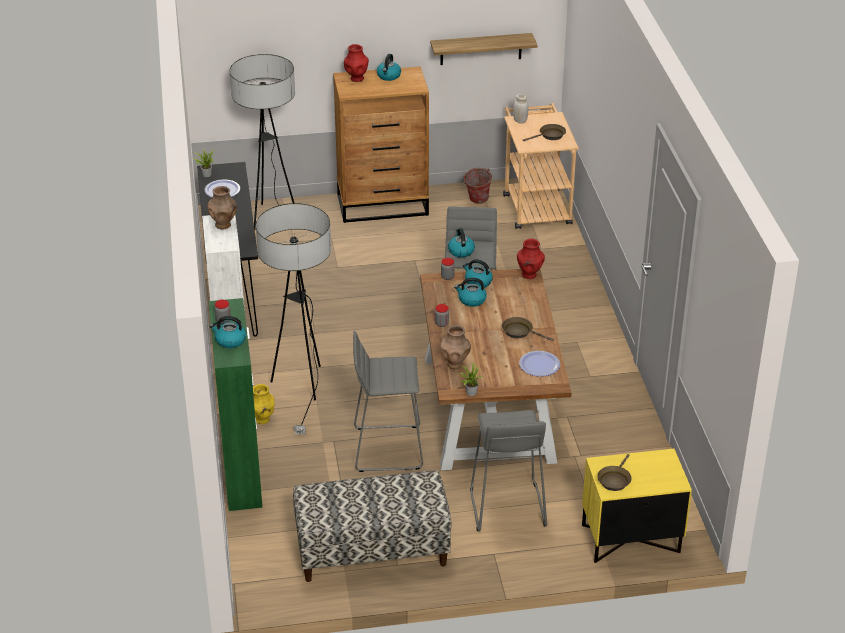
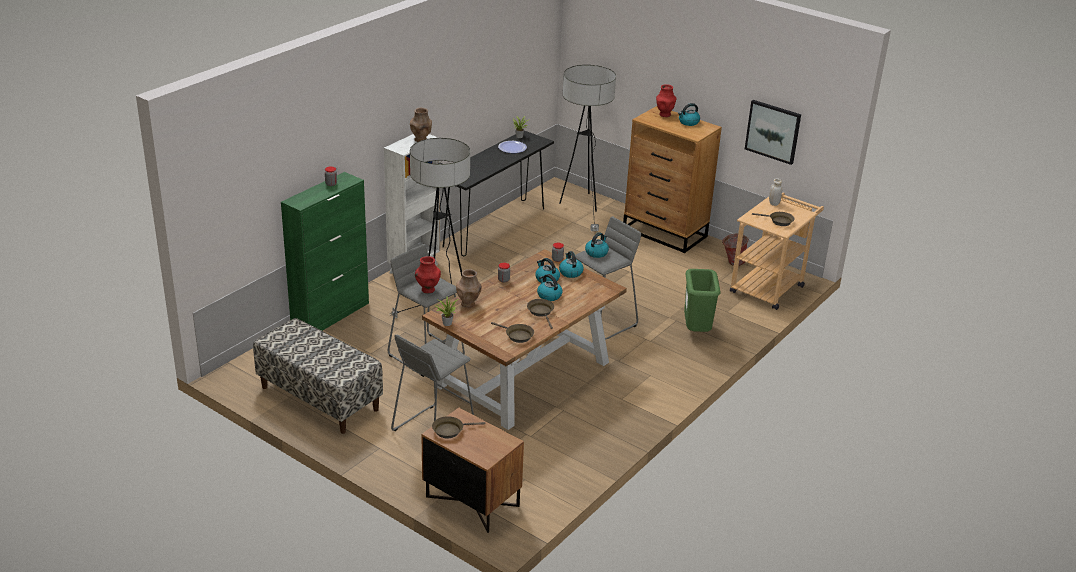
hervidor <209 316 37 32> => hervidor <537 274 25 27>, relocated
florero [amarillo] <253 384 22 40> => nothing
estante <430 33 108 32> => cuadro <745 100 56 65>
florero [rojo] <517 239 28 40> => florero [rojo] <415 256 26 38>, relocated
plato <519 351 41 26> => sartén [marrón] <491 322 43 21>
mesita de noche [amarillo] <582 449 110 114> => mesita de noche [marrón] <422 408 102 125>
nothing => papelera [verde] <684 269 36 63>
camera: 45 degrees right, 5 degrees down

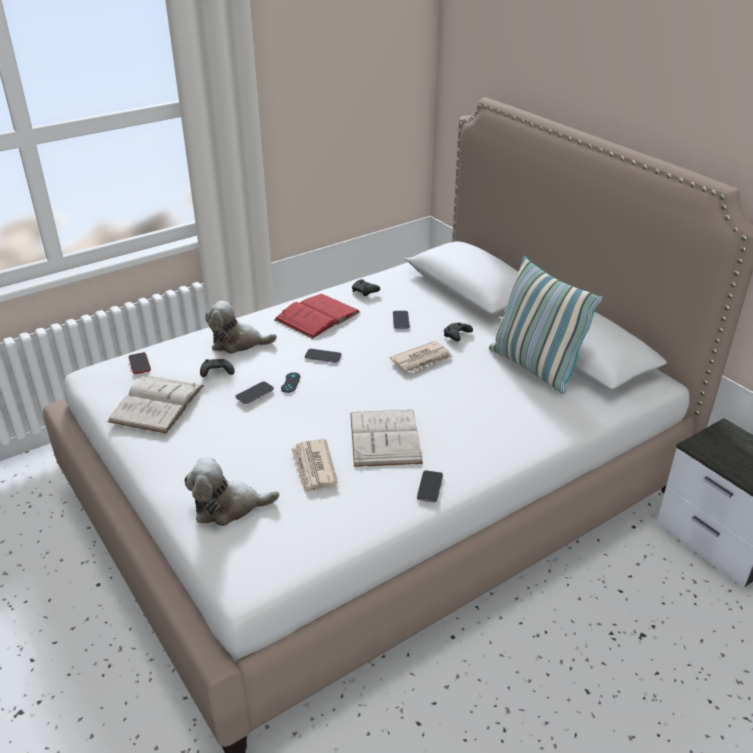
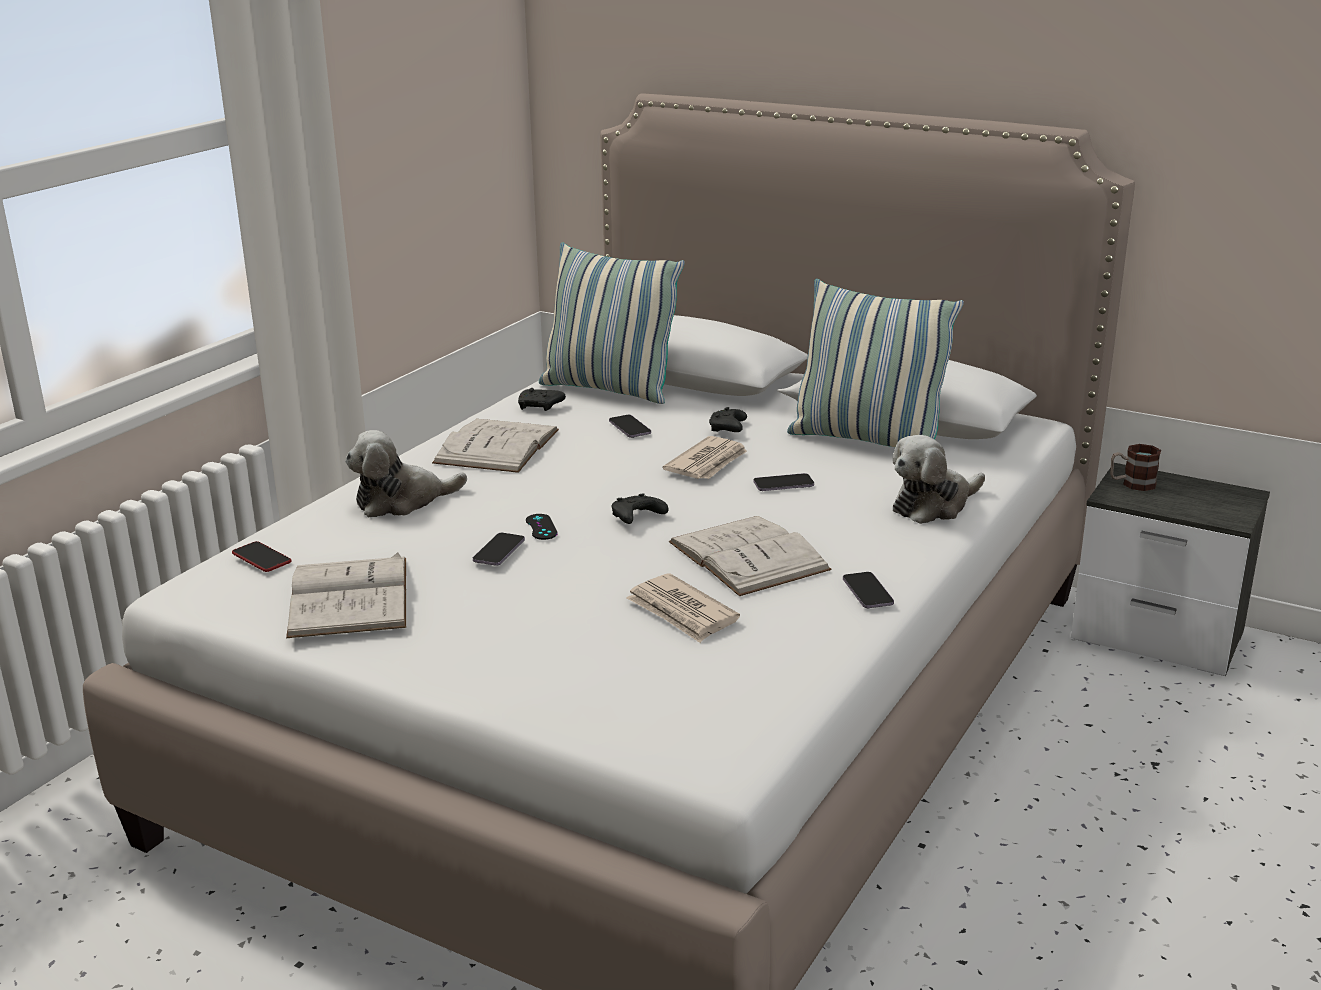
peluche <184 457 95 69> => peluche <892 435 93 89>, relocated
mando de consola [negro] <200 359 35 18> => mando de consola [negro] <612 493 57 31>, relocated
libro [rojo] <274 294 86 45> => libro [blanco] <432 419 127 54>
móvil <305 349 37 14> => móvil <753 473 61 18>, relocated
nothing => cojín <539 242 146 162>
nothing => taza grande <1110 444 51 47>
camera: 25 degrees left, 10 degrees down

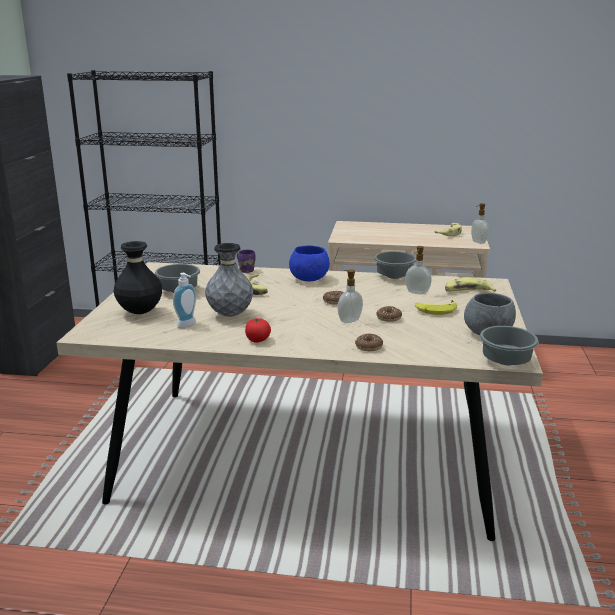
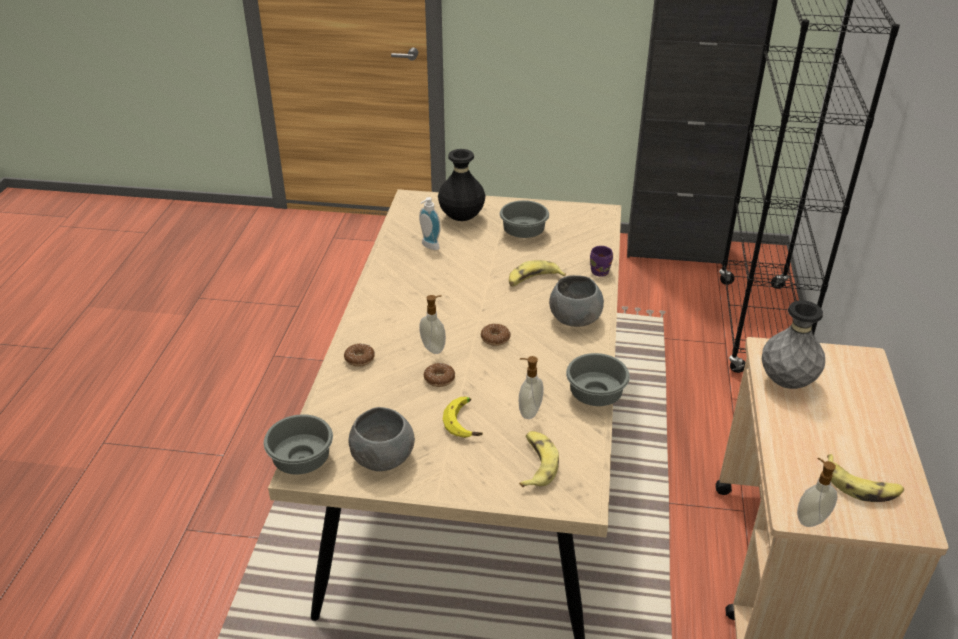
florero [gris] <205 243 48 74> => florero [gris] <762 300 63 89>, relocated
tomate <245 318 26 25> => nothing
cuenco [azul] <289 245 41 36> => cuenco [gris] <549 275 55 52>
camera: 90 degrees right, 15 degrees up

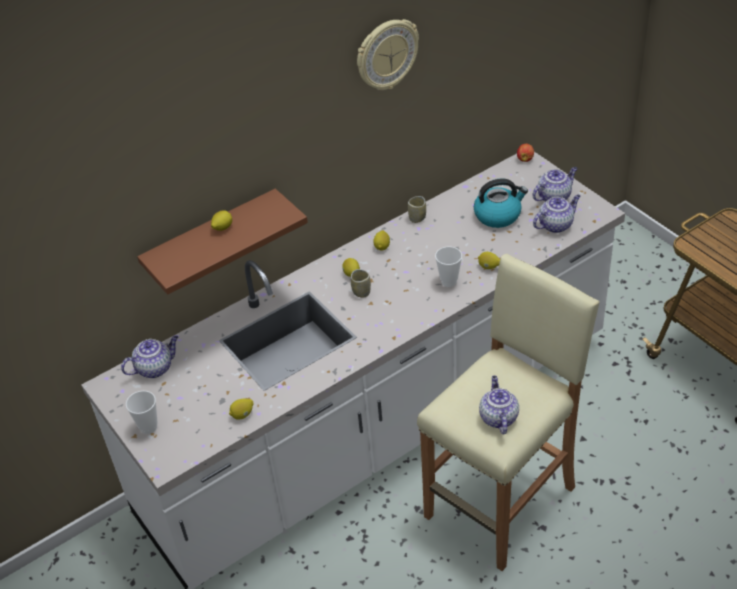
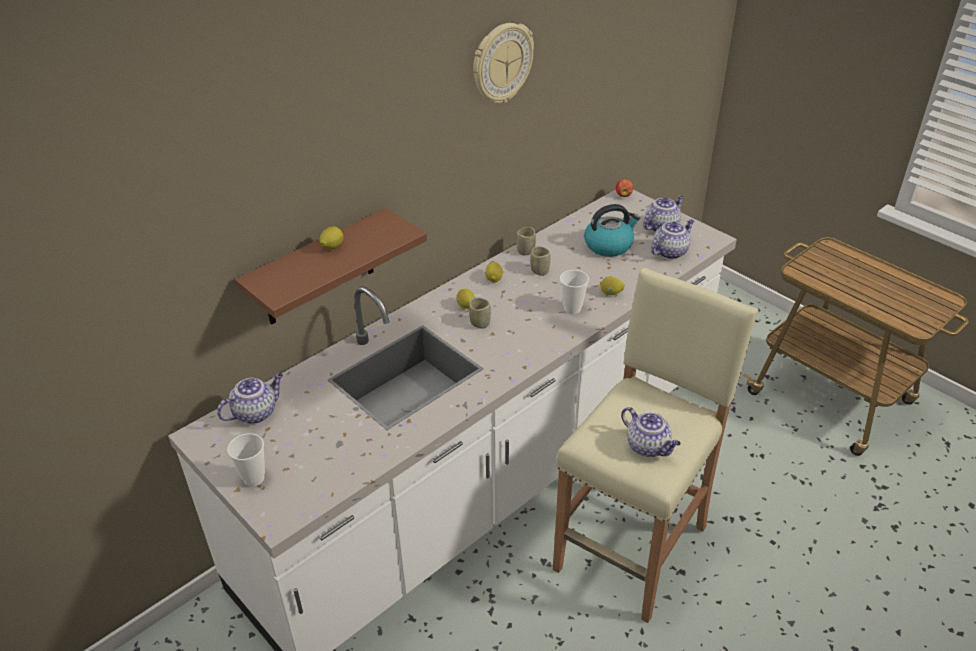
limón <229 399 25 21> => nothing
tetera <479 376 40 58> => tetera <621 407 60 50>, 150 degrees clockwise
nothing => taza <530 246 21 30>
camera: 10 degrees left, 5 degrees down

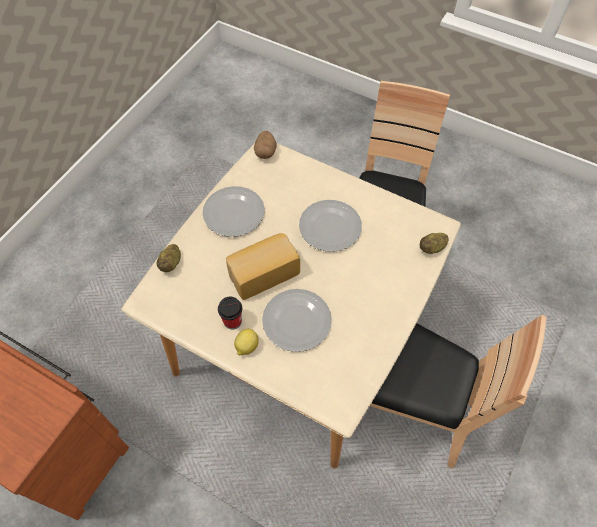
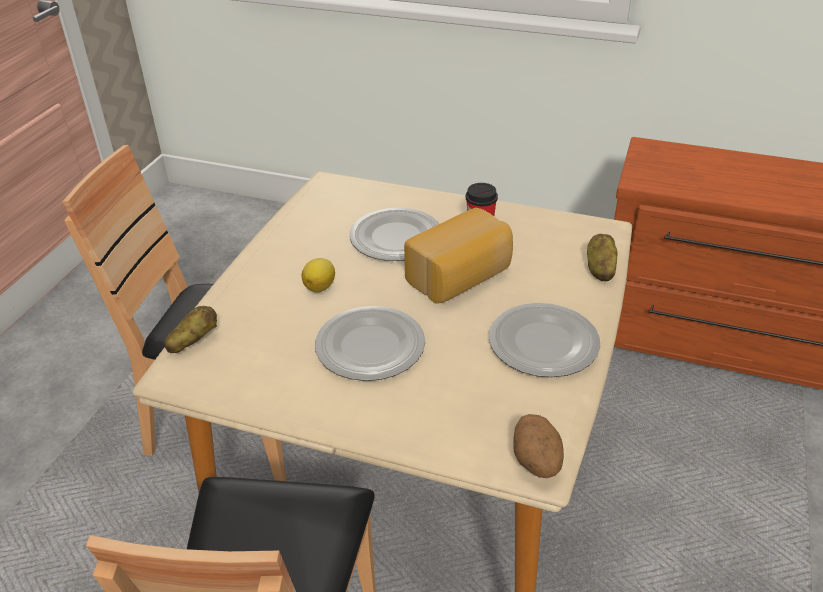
limón <234 329 25 26> => limón <301 258 34 34>, relocated
camera: 170 degrees right, 20 degrees down

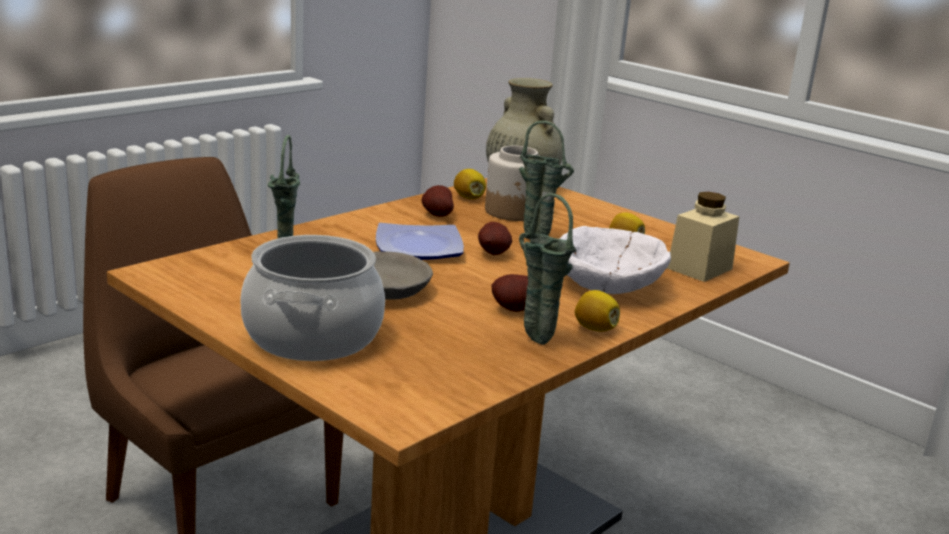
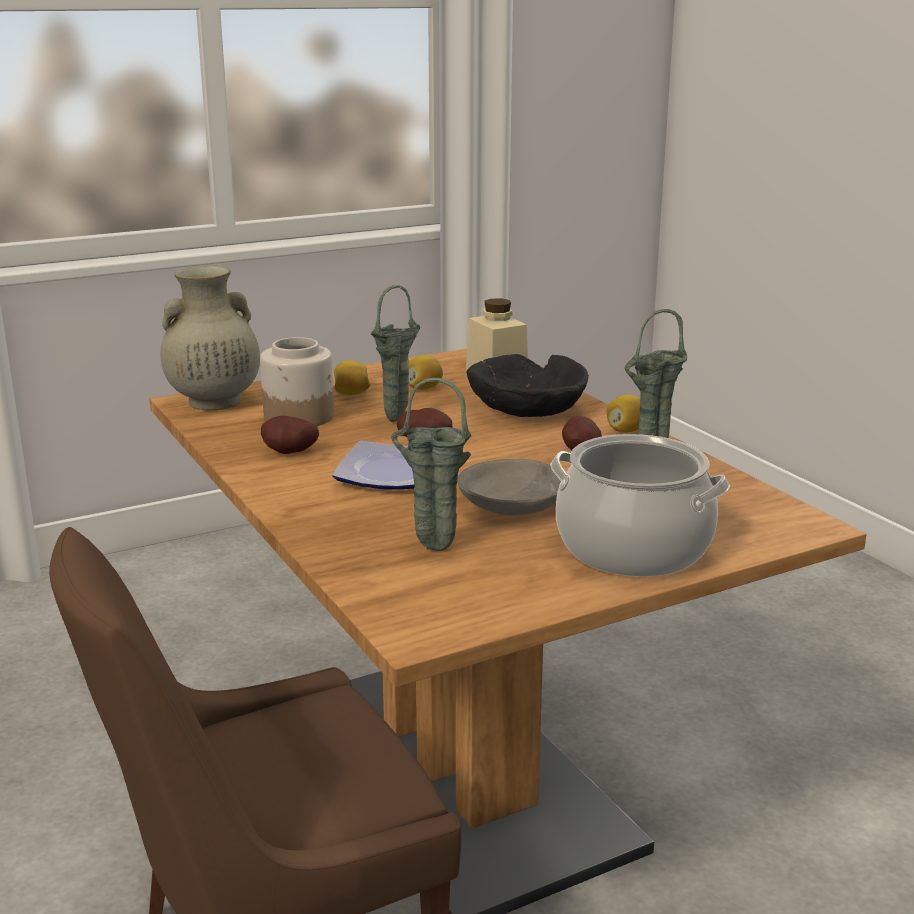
limón <454 169 32 30> => limón <334 360 37 35>, relocated
cuenco [blanco] <559 226 112 68> => cuenco [negro] <467 354 122 63>
camera: 70 degrees left, 0 degrees up

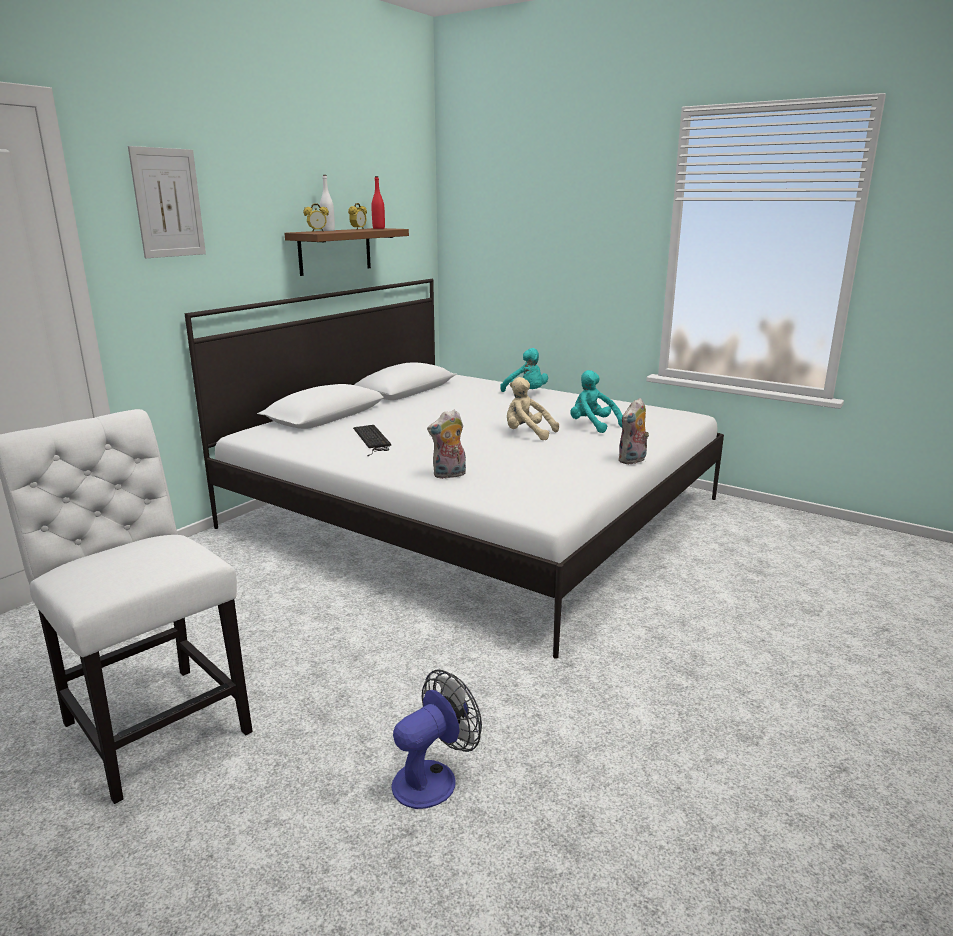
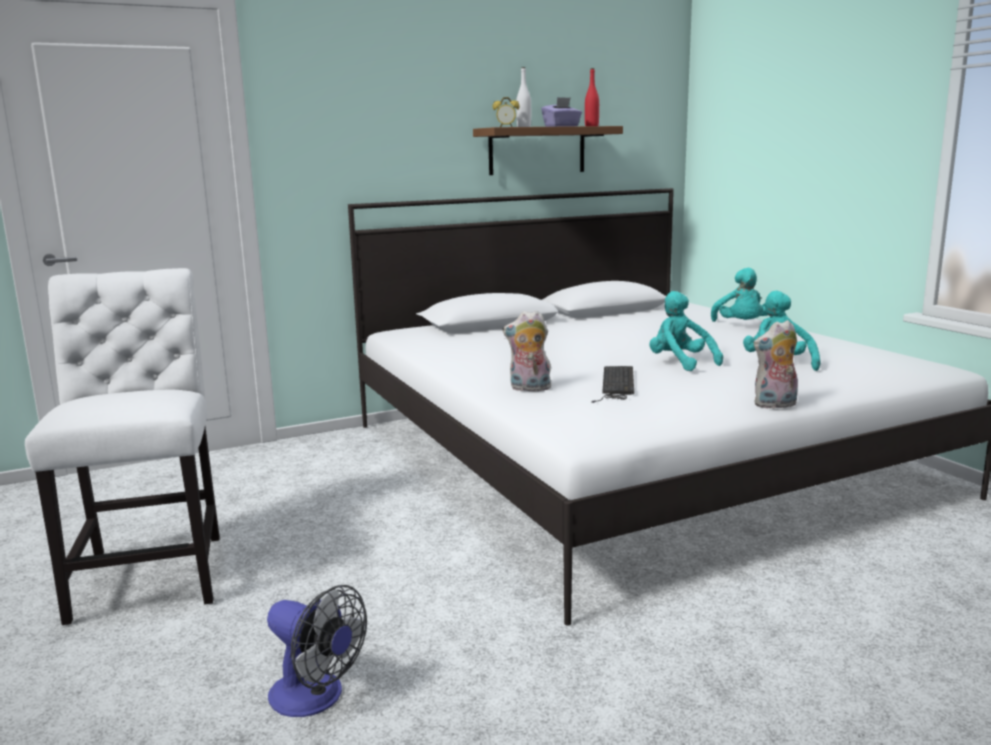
cuadro <128 146 78 112> => nothing
despertador <348 203 19 27> => caja de pañuelos [morado] <541 97 41 30>
teclado <353 425 38 31> => teclado <591 366 43 37>, relocated
ventilador <391 669 91 140> => ventilador <267 585 100 132>, 45 degrees clockwise
peluche [beis] <507 377 52 63> => peluche [turquesa] <650 291 73 80>
camera: 30 degrees right, 5 degrees down

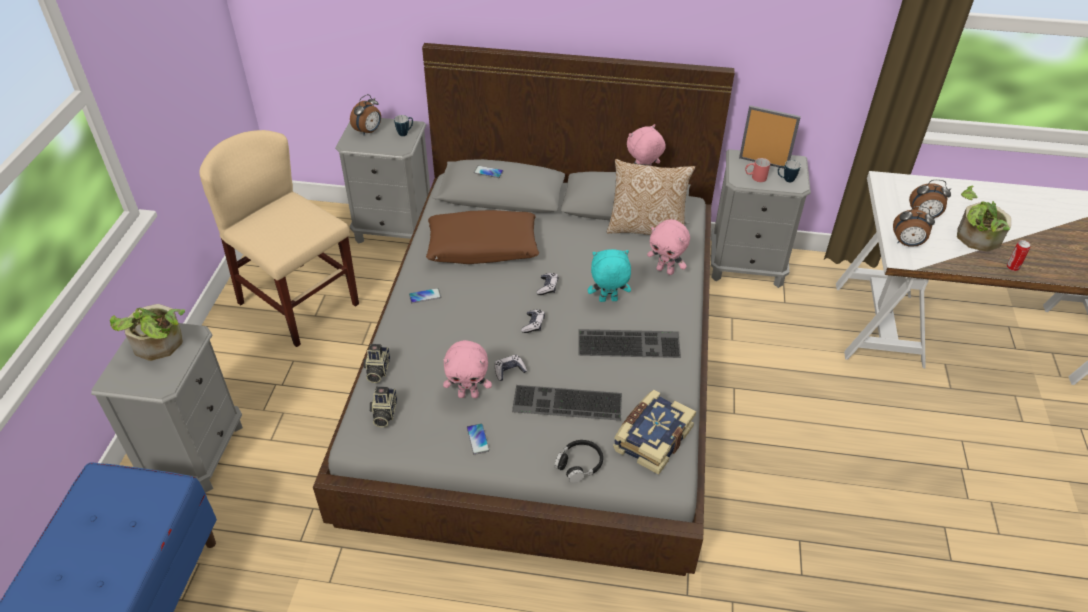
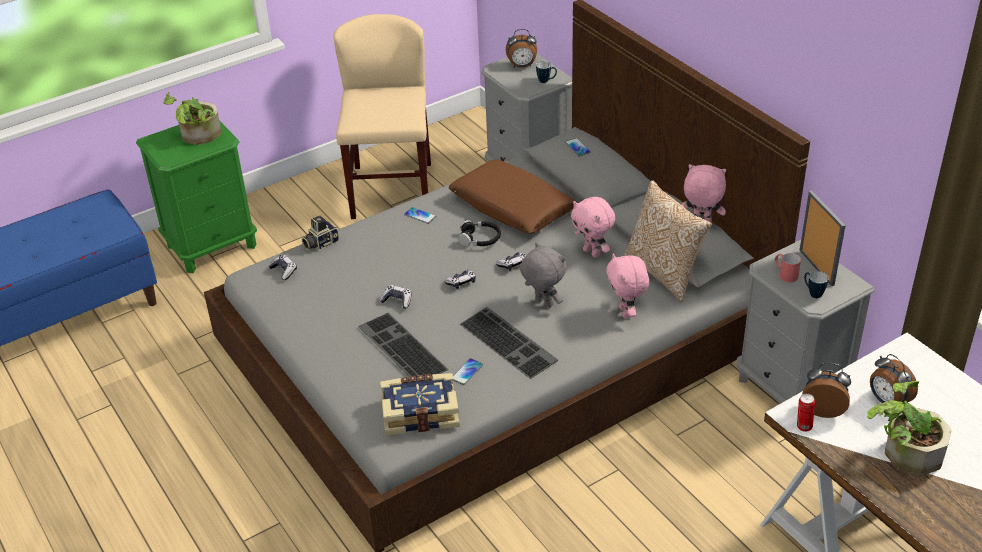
mesita de noche [gris] <91 323 152 170> => mesita de noche [verde] <136 120 121 153>
cámara <370 386 27 41> => mando de consola <269 255 28 25>
peluche [rosa] <443 340 49 58> => peluche [rosa] <571 197 44 61>, relocated
móvil <467 423 23 32> => móvil <453 358 30 27>, relocated
auriculares [negro] <554 440 49 43> => auriculares [negro] <458 220 43 26>, relocated
peluche [turquesa] <588 249 43 53> => peluche [gris] <520 242 47 66>
despertador <893 206 42 41> => despertador <802 363 49 55>, 135 degrees clockwise
lata <1007 240 23 31> => lata <797 393 18 39>, relocated
camera: 50 degrees right, 5 degrees down

